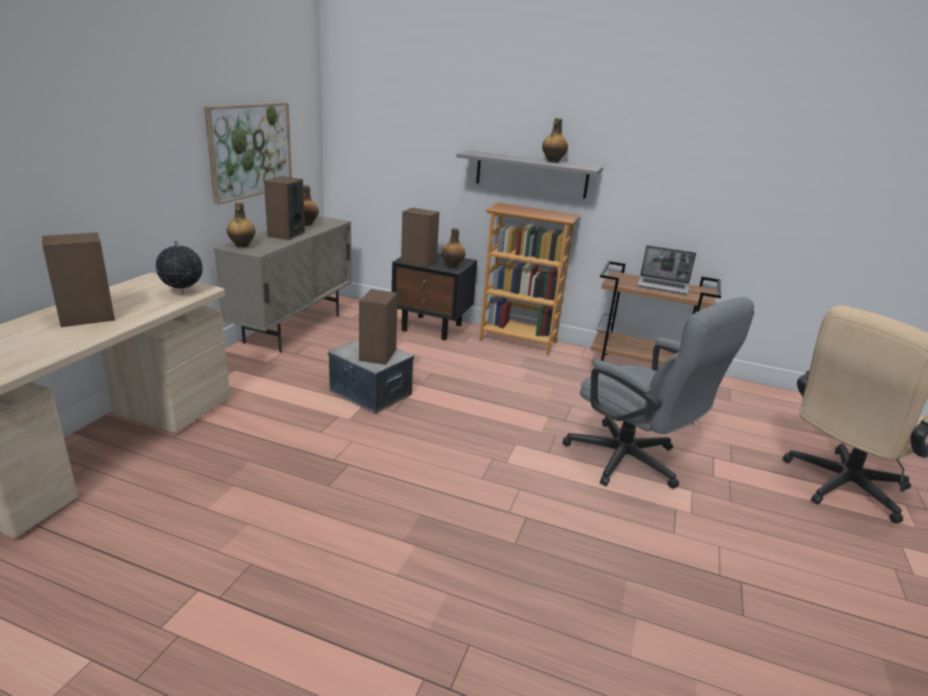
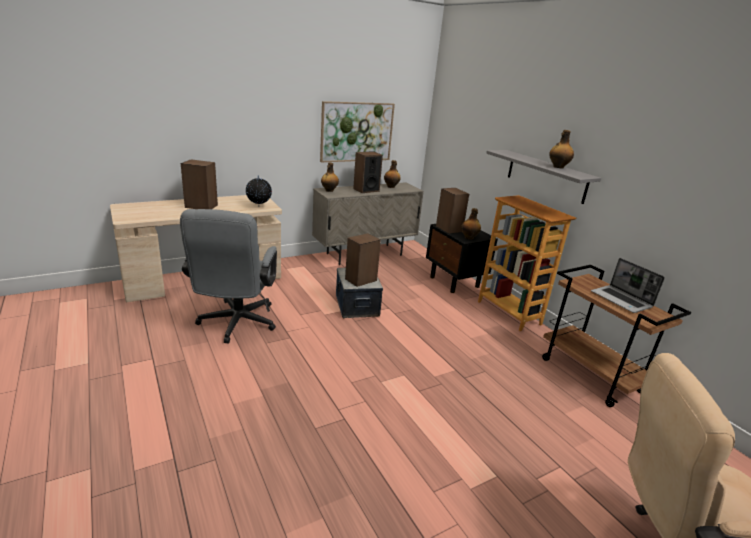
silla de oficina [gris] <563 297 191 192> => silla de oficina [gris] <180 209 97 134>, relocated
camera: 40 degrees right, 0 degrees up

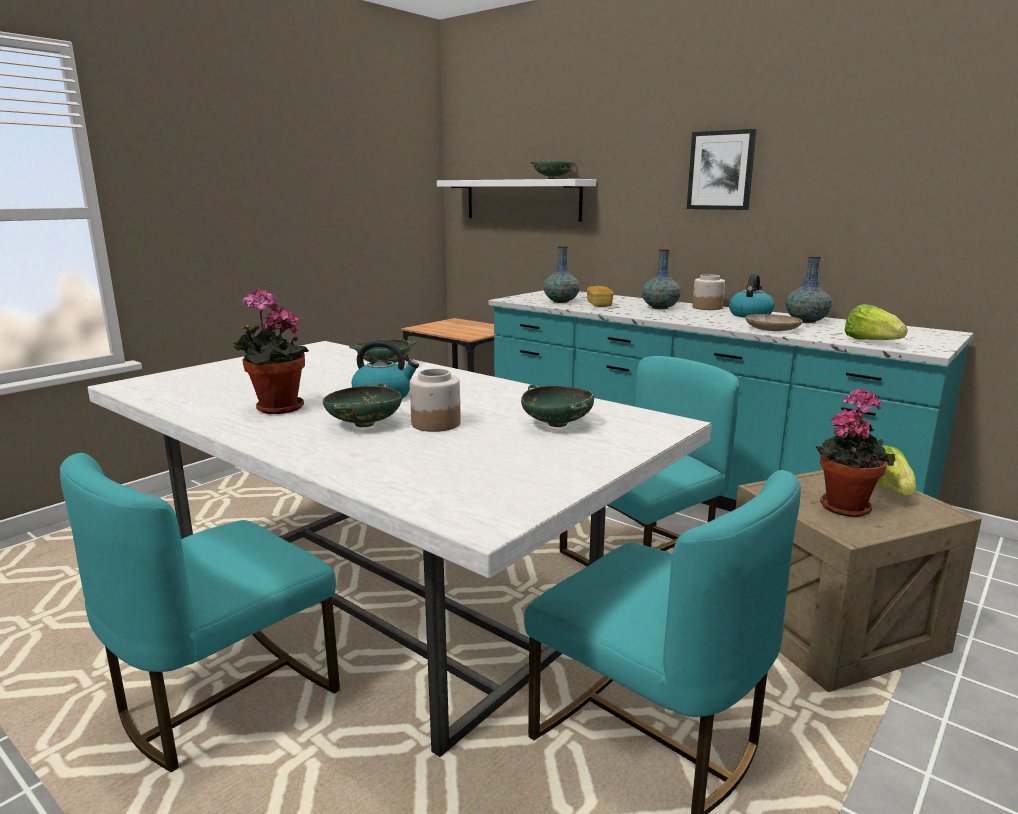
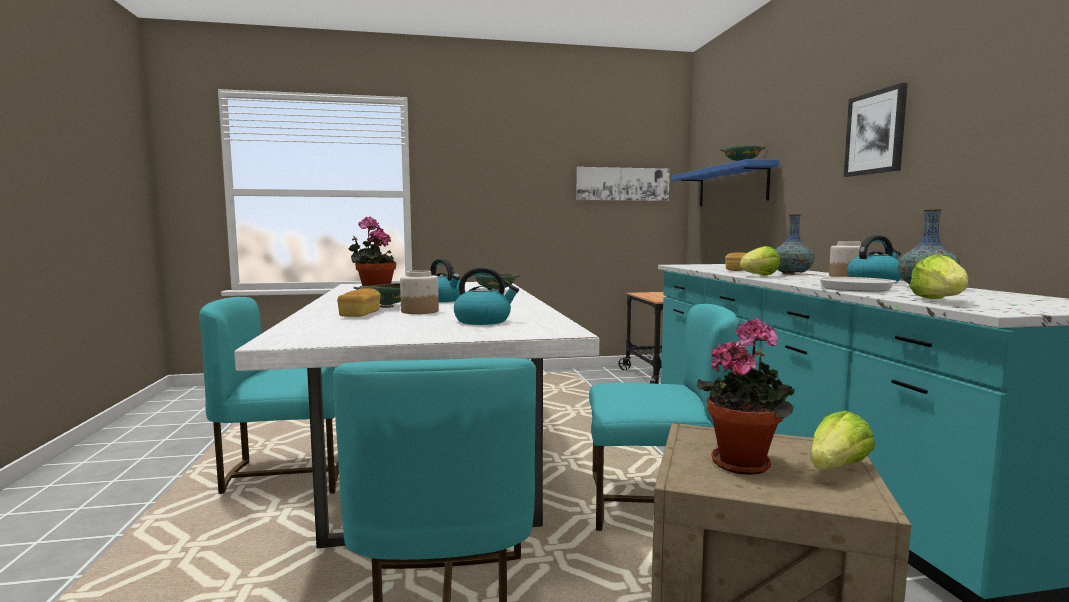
estante [blanco] <437 179 159 43> => estante [azul] <671 159 108 47>
cuenco [verde] <521 385 73 42> => hervidor <454 267 65 58>
florero <543 246 37 57> => nothing
plato [beis] <746 314 57 17> => sartén <794 272 103 20>
nothing => pan <337 288 44 29>
nothing => cuadro <576 167 94 34>
nothing => lechuga <740 246 40 30>
camera: 40 degrees right, 10 degrees down

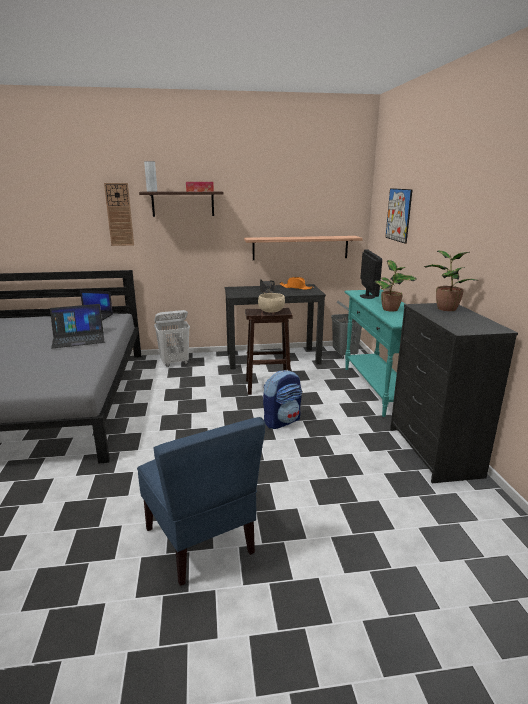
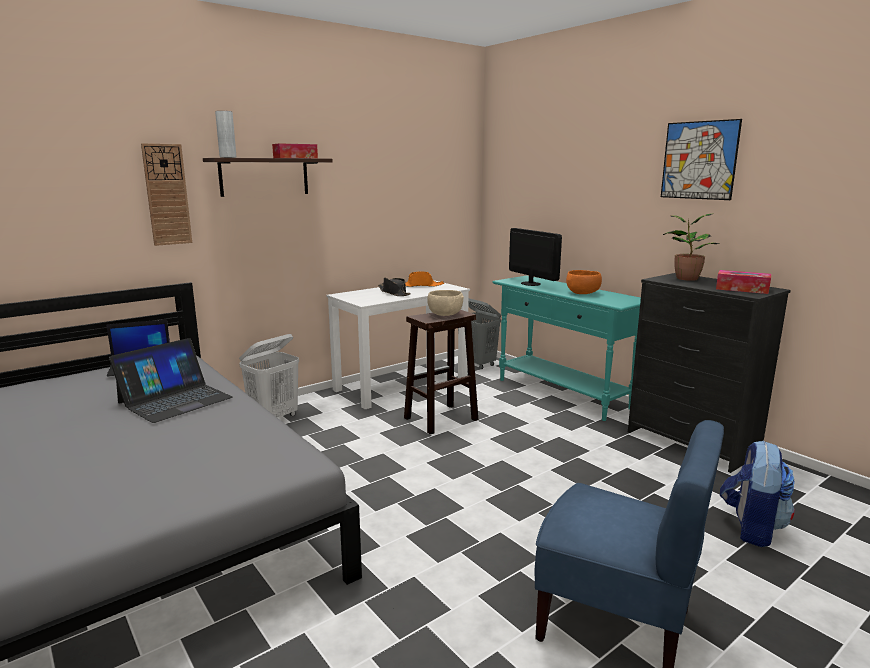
escritorio [negro] <225 284 101 85> => escritorio [blanco] <326 280 144 129>
estante <244 236 119 24> => nothing
mochila <263 370 39 59> => mochila <720 440 75 107>, relocated
planta en maceta <374 260 43 52> => cuenco [naranja] <566 270 36 24>
cuadro <385 188 28 56> => cuadro <661 119 81 81>, relocated
nothing => caja de pañuelos <716 270 55 24>
camera: 30 degrees left, 5 degrees down

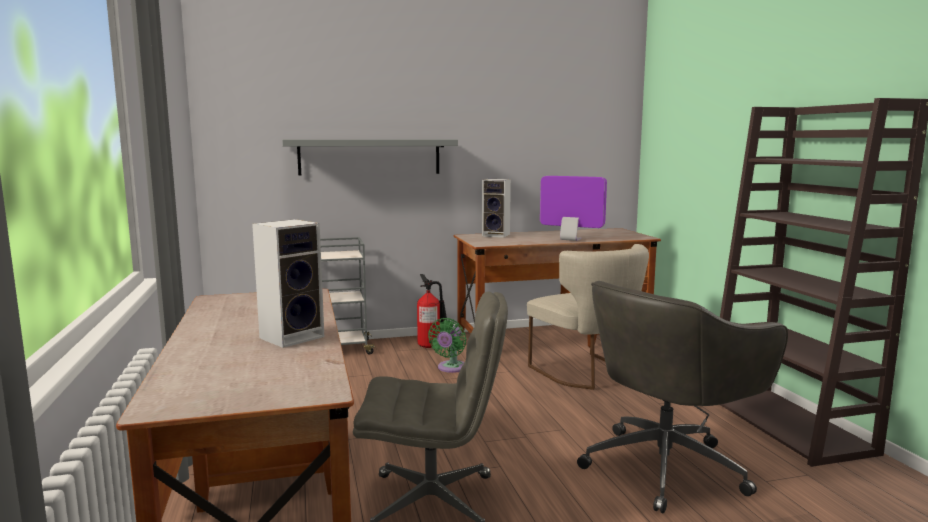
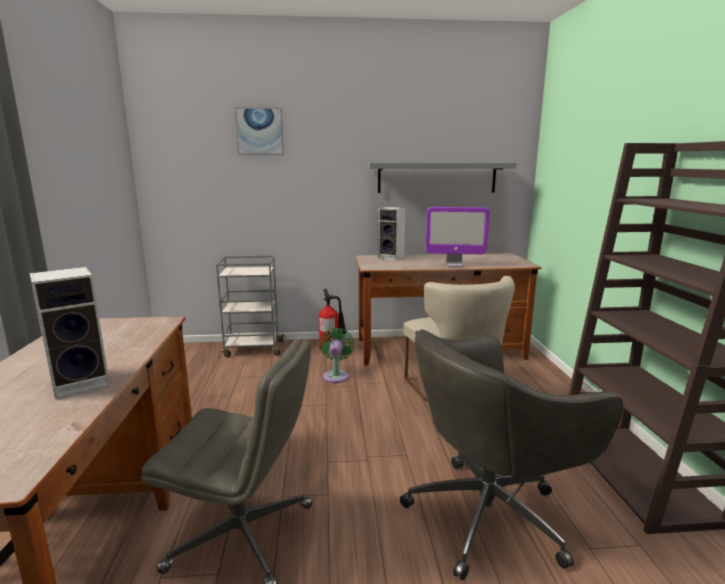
estante [gris] <282 140 176 36> => estante [gris] <367 163 150 30>, relocated
ventilador [verde] <428 318 38 55> => ventilador [verde] <320 328 34 55>, 150 degrees clockwise
monitor <540 176 67 65> => monitor <425 207 65 60>, 150 degrees clockwise
nothing => cuadro <235 107 49 48>
camera: 10 degrees right, 5 degrees up

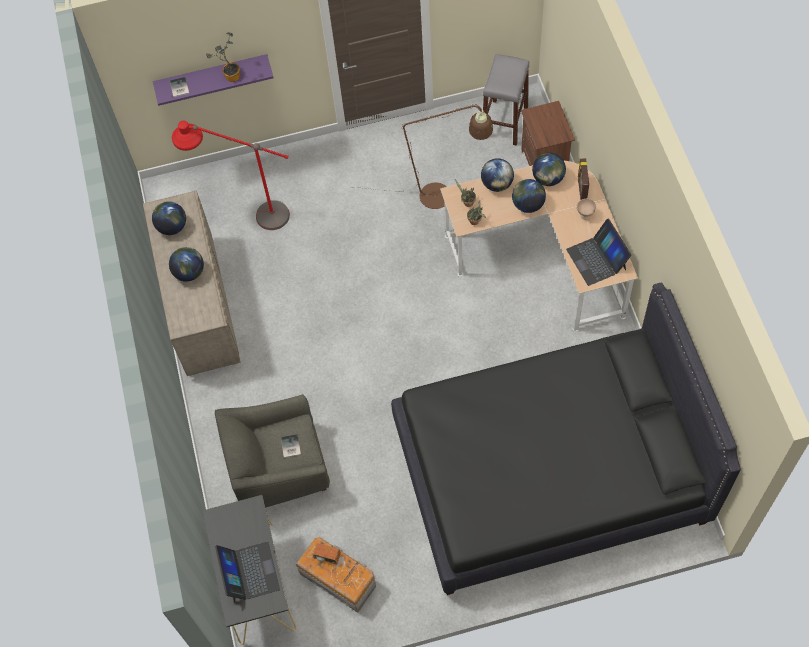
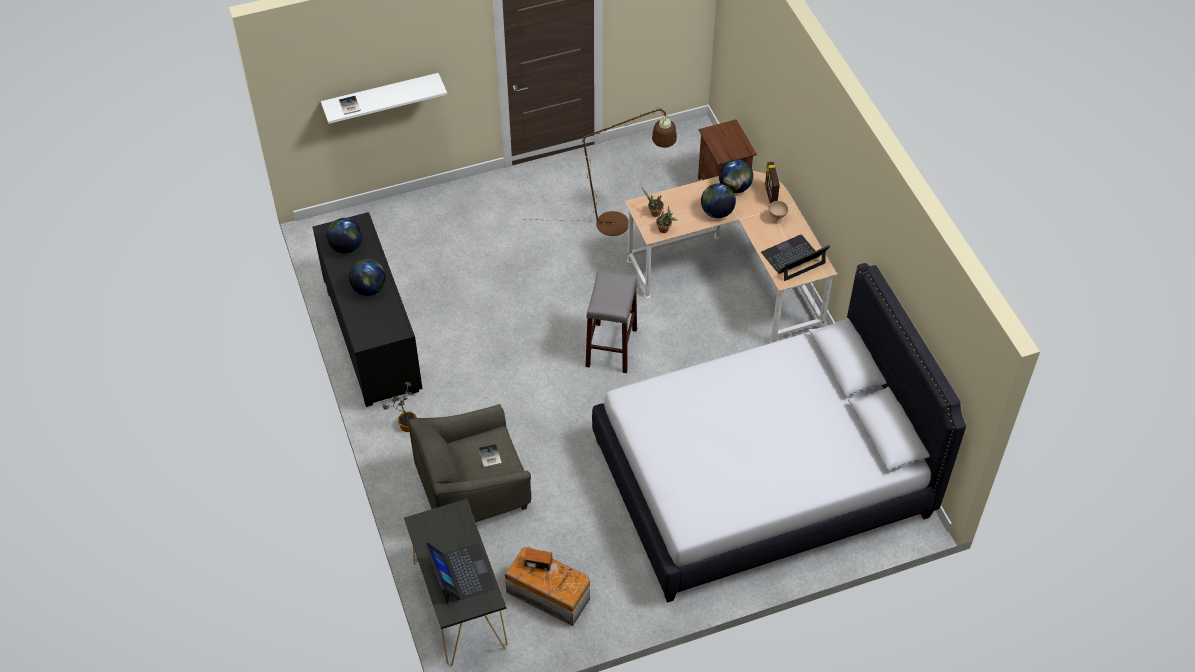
cómoda [beis] <143 190 98 186> => cómoda [negro] <312 212 111 195>
estante [morado] <153 54 121 52> => estante [blanco] <321 73 126 51>
lámpara de pie [rojo] <172 121 118 109> => nothing
planta en maceta <206 32 34 50> => planta en maceta <382 382 35 50>, relocated
cama [negro] <391 283 350 312> => cama [blanco] <592 263 374 340>
globo terráqueo <481 158 33 34> => nothing
taburete [gris] <483 54 47 92> => taburete [gris] <585 271 52 102>, relocated
portátil <566 218 65 68> => portátil <761 235 69 46>, 90 degrees clockwise
camera: 10 degrees left, 10 degrees down

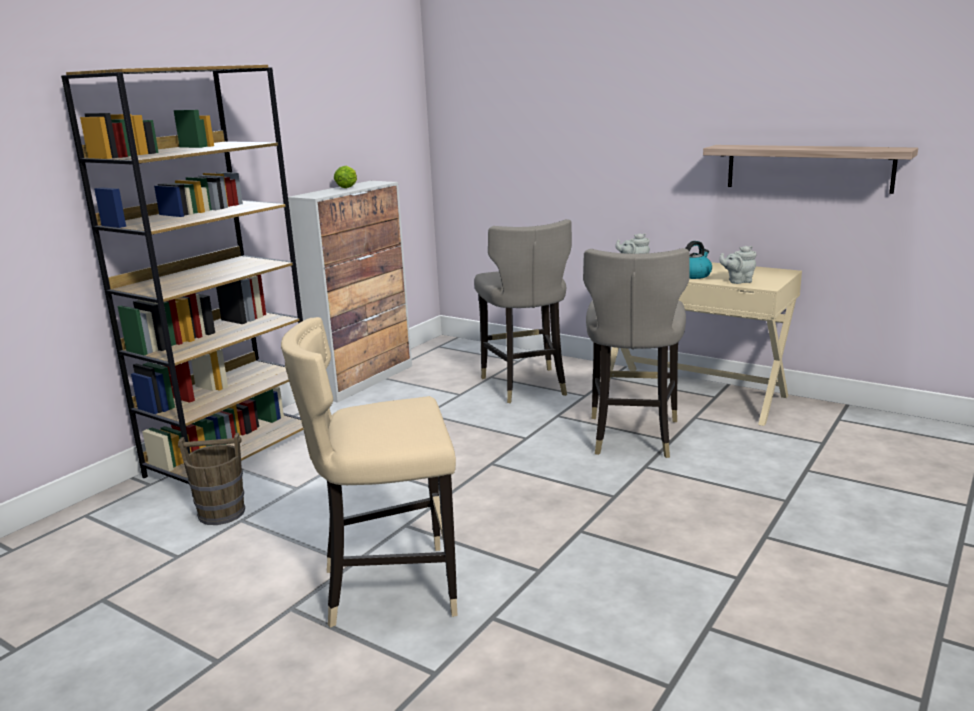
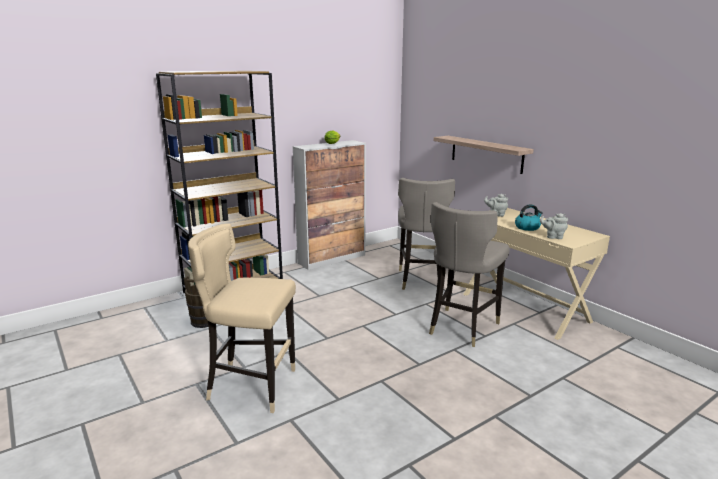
estante <703 145 215 49> => estante <434 136 100 38>, relocated
camera: 20 degrees right, 0 degrees up

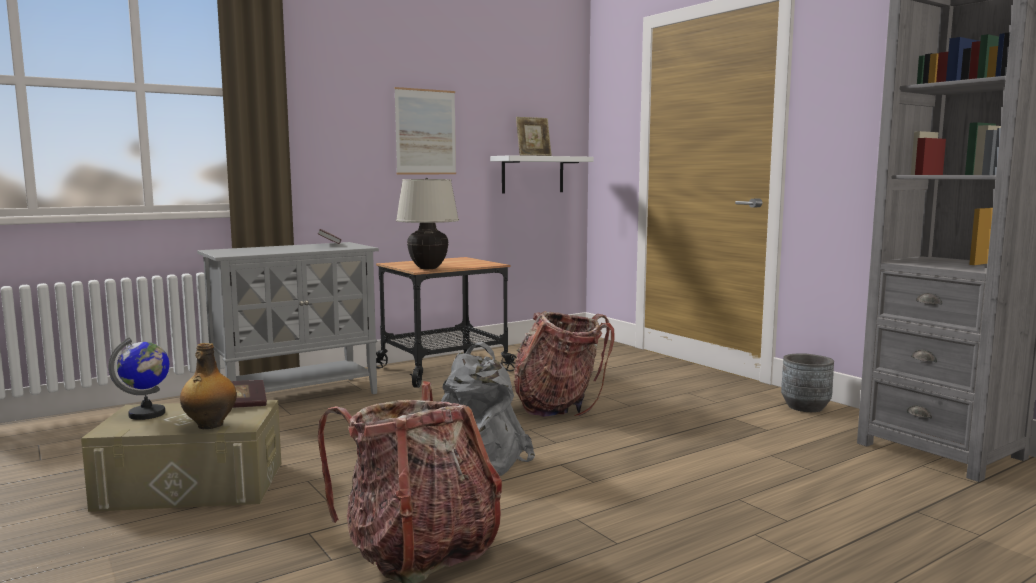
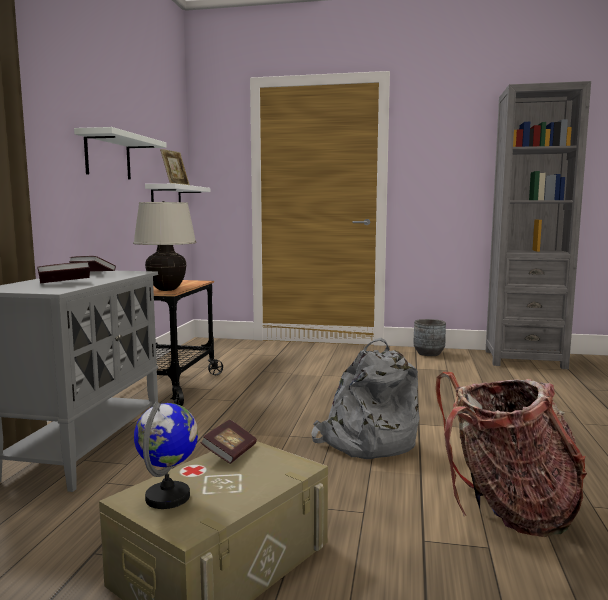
botella <180 343 57 86> => nothing
cuadro <394 87 62 87> => estante [blanco] <74 127 93 52>
mochila <514 311 101 106> => nothing
nothing => libro <37 262 53 21>
camera: 45 degrees left, 0 degrees up

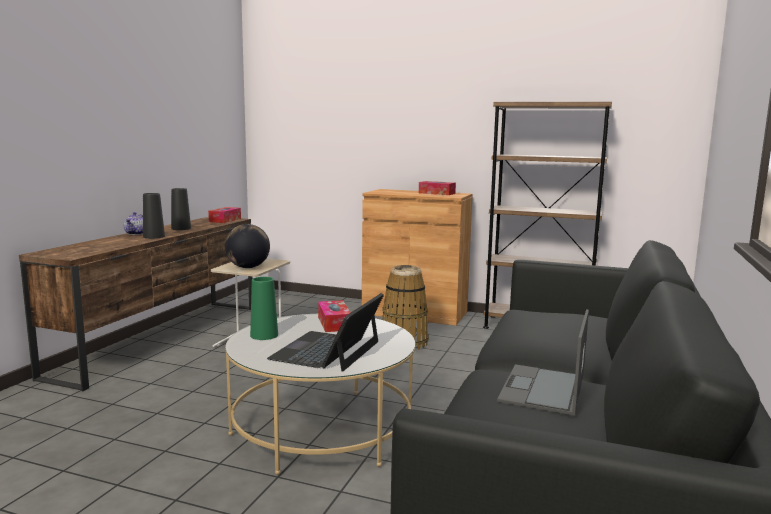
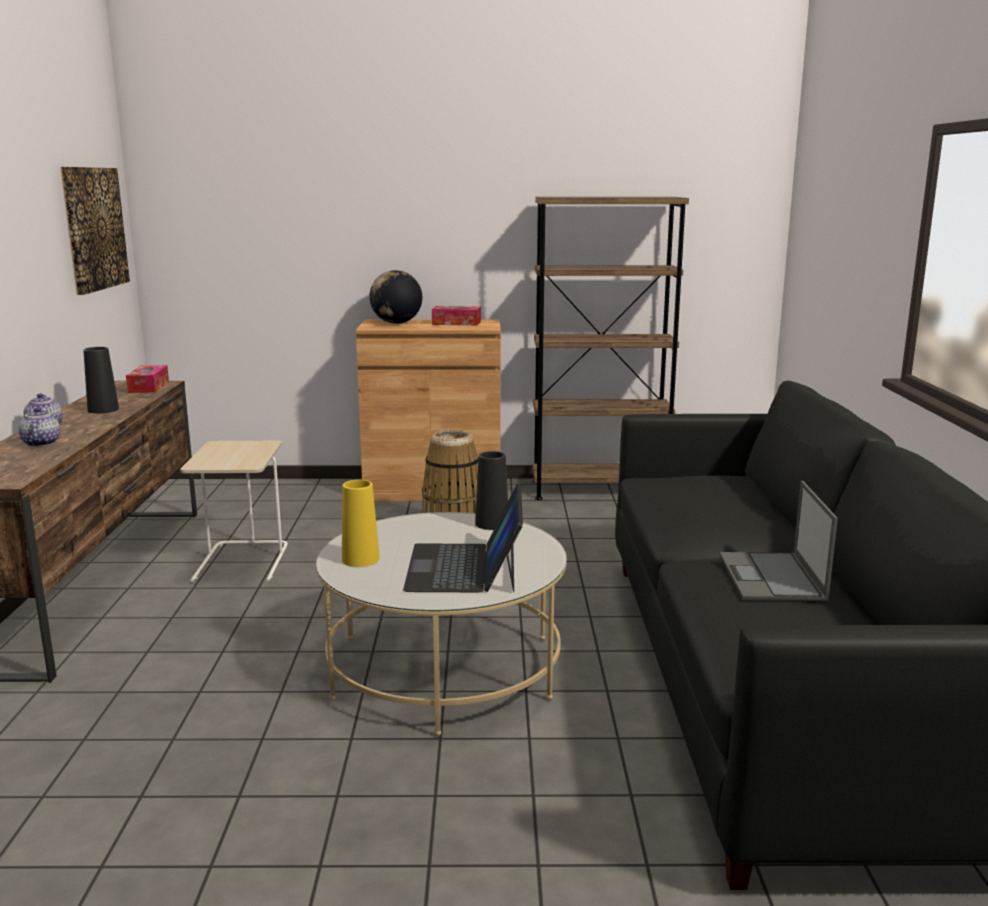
florero [negro] <143 193 22 46> => florero [negro] <475 451 33 79>, relocated
globo terráqueo <225 224 45 44> => globo terráqueo <369 270 53 54>, relocated
florero [verde] <250 277 28 63> => florero [amarillo] <342 480 38 87>
caja de pañuelos <318 300 33 32> => nothing
nothing => tetera <19 408 41 39>
nothing => cuadro <60 167 70 128>
camera: 20 degrees left, 5 degrees up

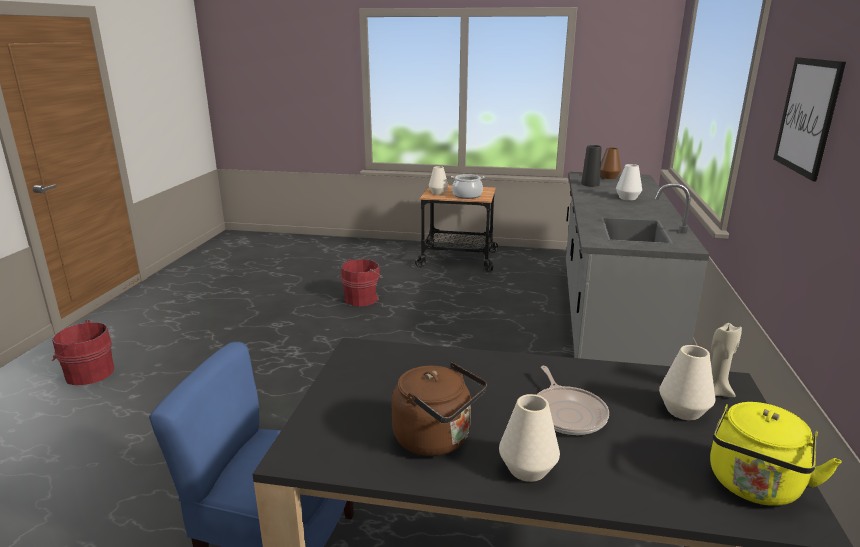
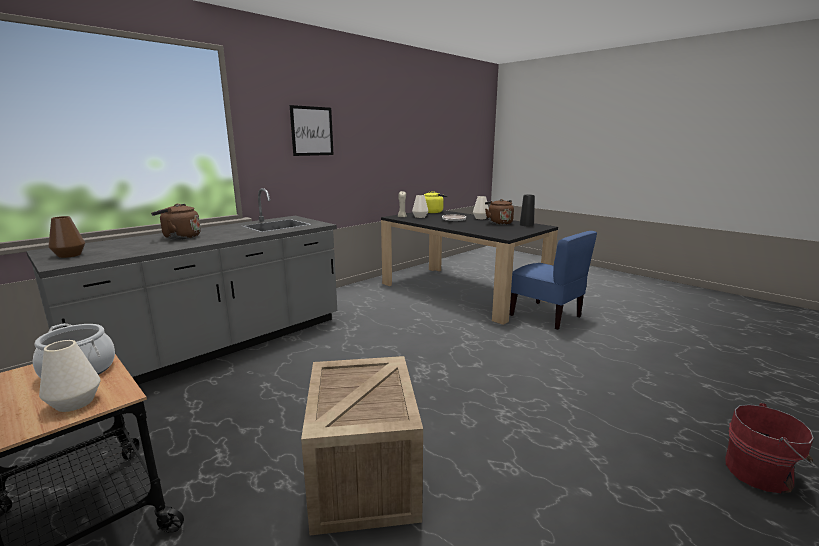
cubo [rojo] <341 259 43 48> => caja de embalaje <301 356 122 179>
florero [negro] <581 145 21 42> => florero [negro] <520 195 15 31>, relocated
florero [blanco] <616 164 26 36> => hervidor [marrón] <151 204 50 36>
camera: 145 degrees left, 5 degrees down

